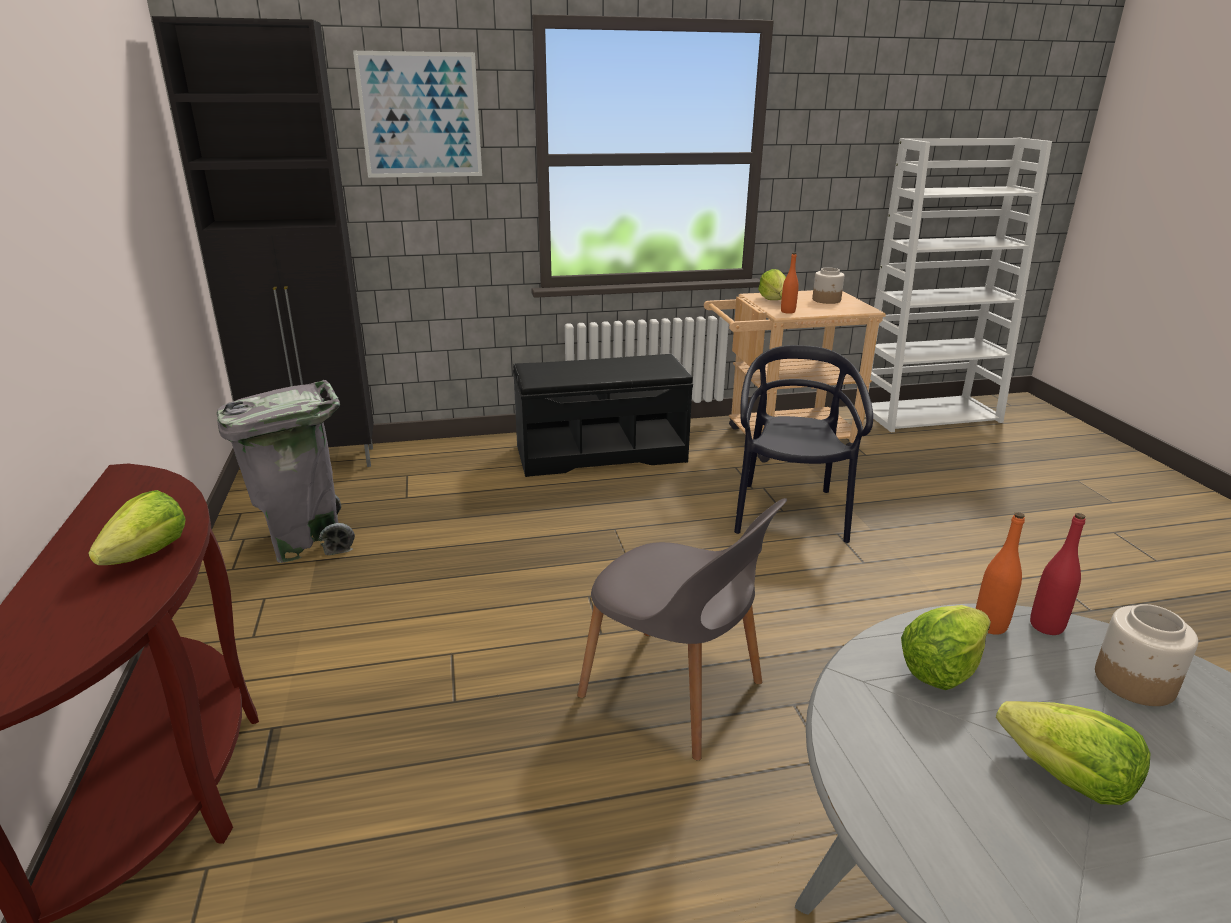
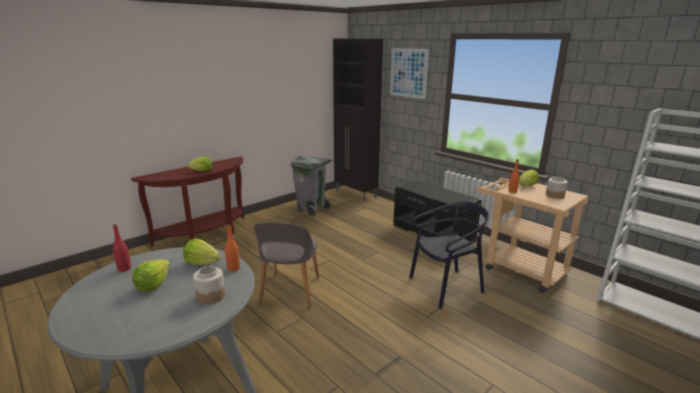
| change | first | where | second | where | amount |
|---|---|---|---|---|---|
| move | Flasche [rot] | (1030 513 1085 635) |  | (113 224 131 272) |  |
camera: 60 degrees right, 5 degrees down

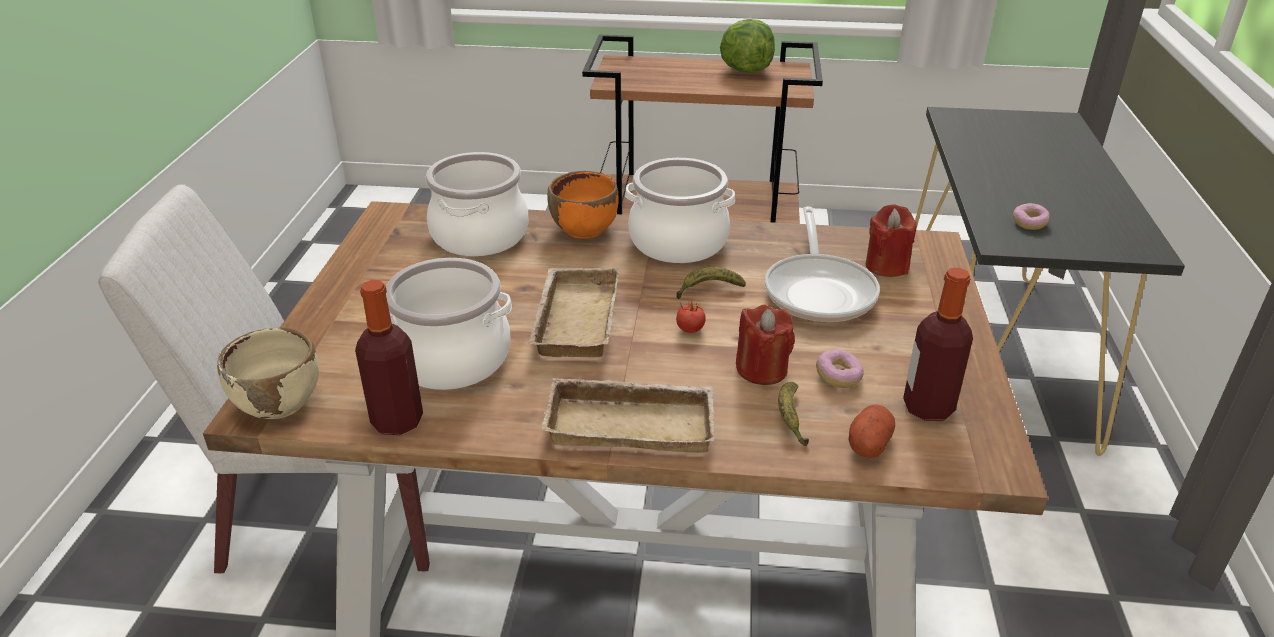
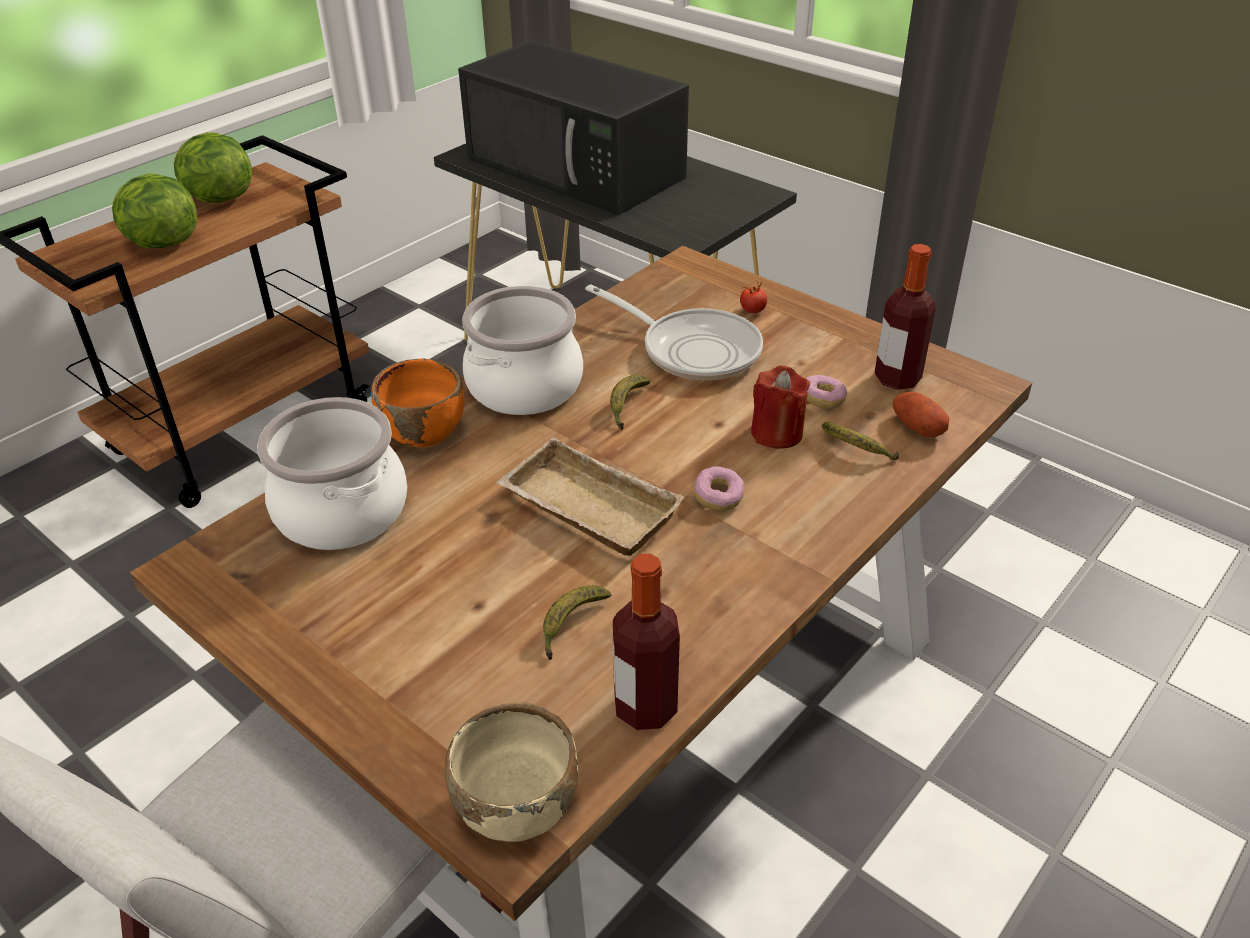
| change | first | where | second | where | amount |
|---|---|---|---|---|---|
| move | Donut | (1013 203 1050 230) |  | (694 466 744 511) |  |
| delete | Kerze [rot] | (866 204 917 277) |  |  |  |
| replace | Kochtopf | (386 258 512 390) | Banane | (543 586 611 660) |  |
| move | Tomate | (676 301 706 333) |  | (740 281 767 313) |  |
| delete | Tablett [beige] | (542 377 714 453) |  |  |  |
| insert |  |  | Mikrowelle [schwarz] | (458 40 689 215) |  |
| insert |  |  | Salatkopf | (112 173 197 248) |  |
camera: 55 degrees left, 5 degrees up

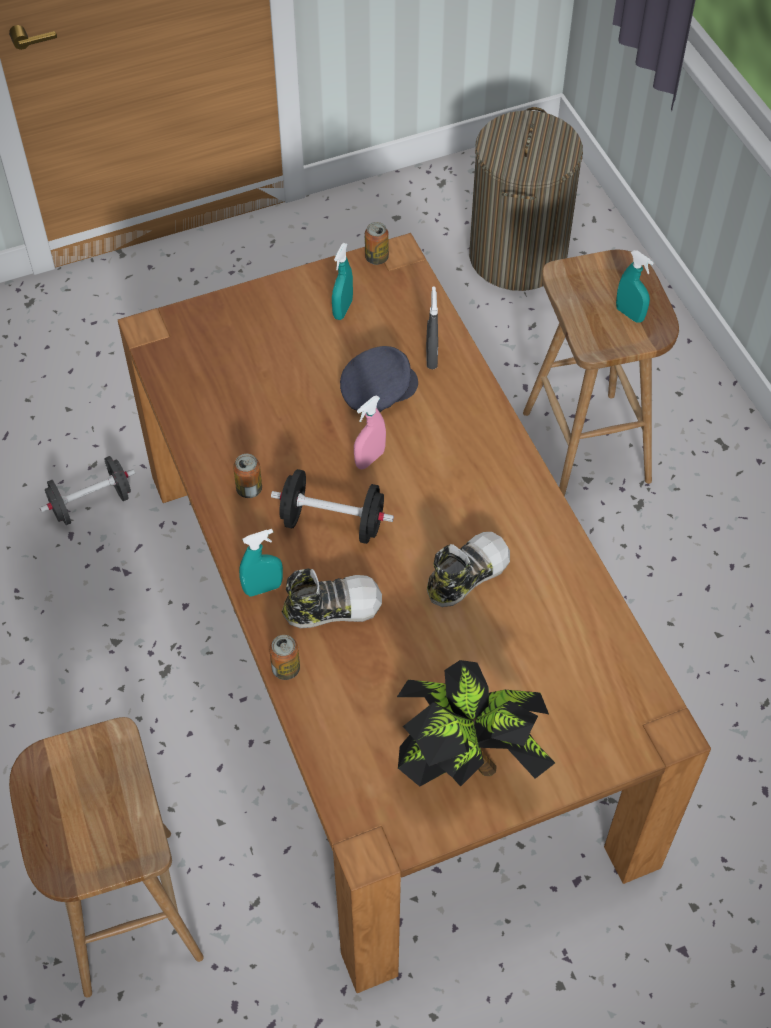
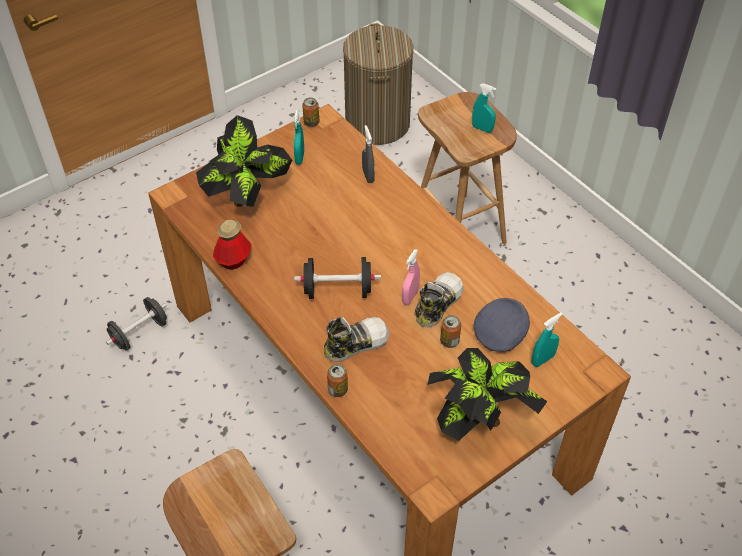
| change | first | where | second | where | amount |
|---|---|---|---|---|---|
| move | Kappe [grau] | (340 346 418 412) |  | (474 298 530 352) |  |
| move | Sprühflasche [rosa] | (354 395 386 469) |  | (402 249 420 305) |  |
| move | Dose | (233 454 262 498) |  | (440 315 461 348) |  |
| move | Sprühflasche [türkis] | (239 529 283 597) |  | (532 312 563 367) |  |
| insert |  |  | Topfpflanze | (196 115 292 207) |  |
| insert |  |  | Flasche | (213 219 252 270) |  |
camera: 15 degrees left, 5 degrees down

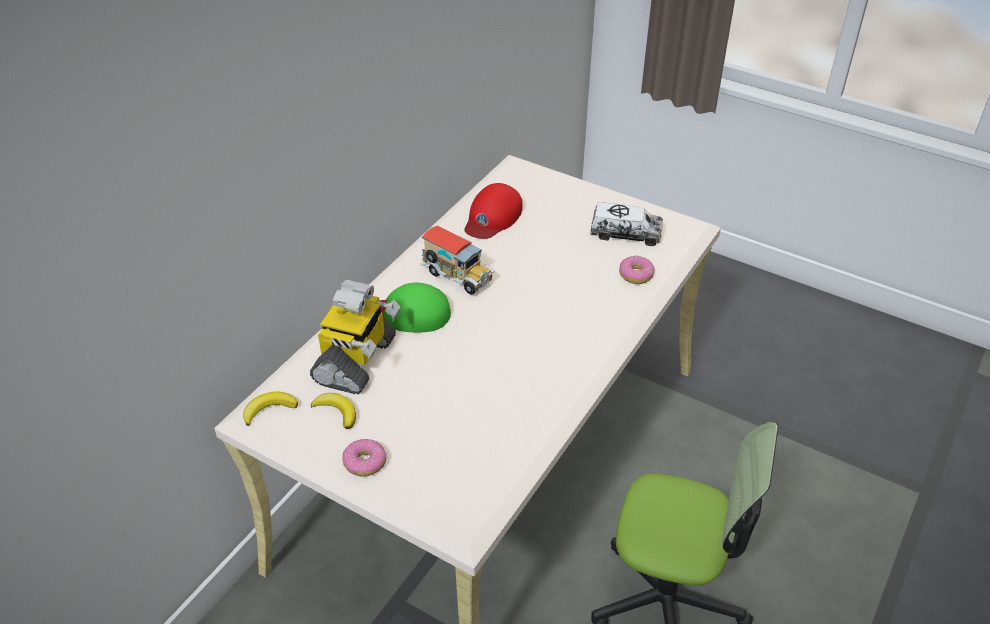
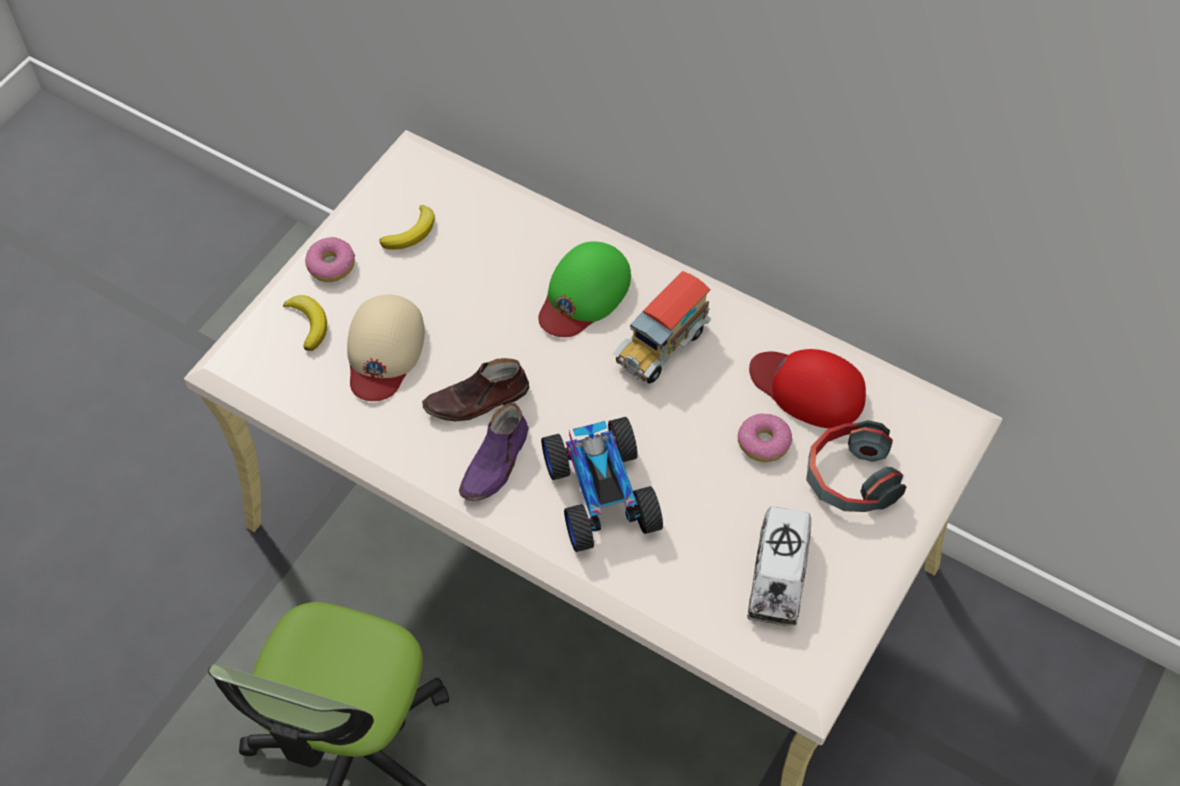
| change | first | where | second | where | amount |
|---|---|---|---|---|---|
| move | Donut | (619 255 655 284) |  | (738 413 793 462) |  |
| delete | Spielzeugroboter | (310 280 400 395) |  |  |  |
| rotate | Kappe [grün] | (379 283 451 333) |  | (538 242 631 337) | 150 degrees counterclockwise |
| move | Banane | (243 392 298 426) |  | (283 295 327 351) |  |
| insert |  |  | Kappe [beige] | (347 295 425 401) |  |
| insert |  |  | Schuh [braun] | (422 358 529 421) |  |
| insert |  |  | Schuh [lila] | (459 402 529 502) |  |
| insert |  |  | Spielzeugauto | (541 417 663 552) |  |
| insert |  |  | Kopfhörer | (806 420 906 512) |  |
camera: 90 degrees right, 15 degrees up

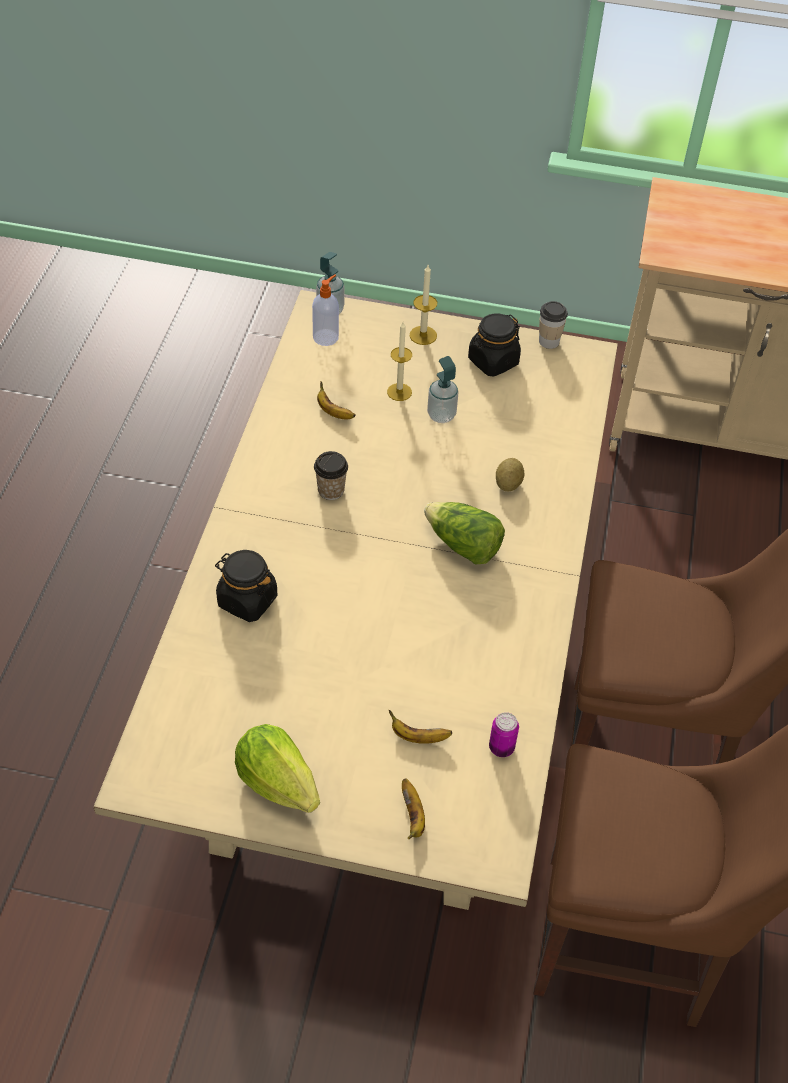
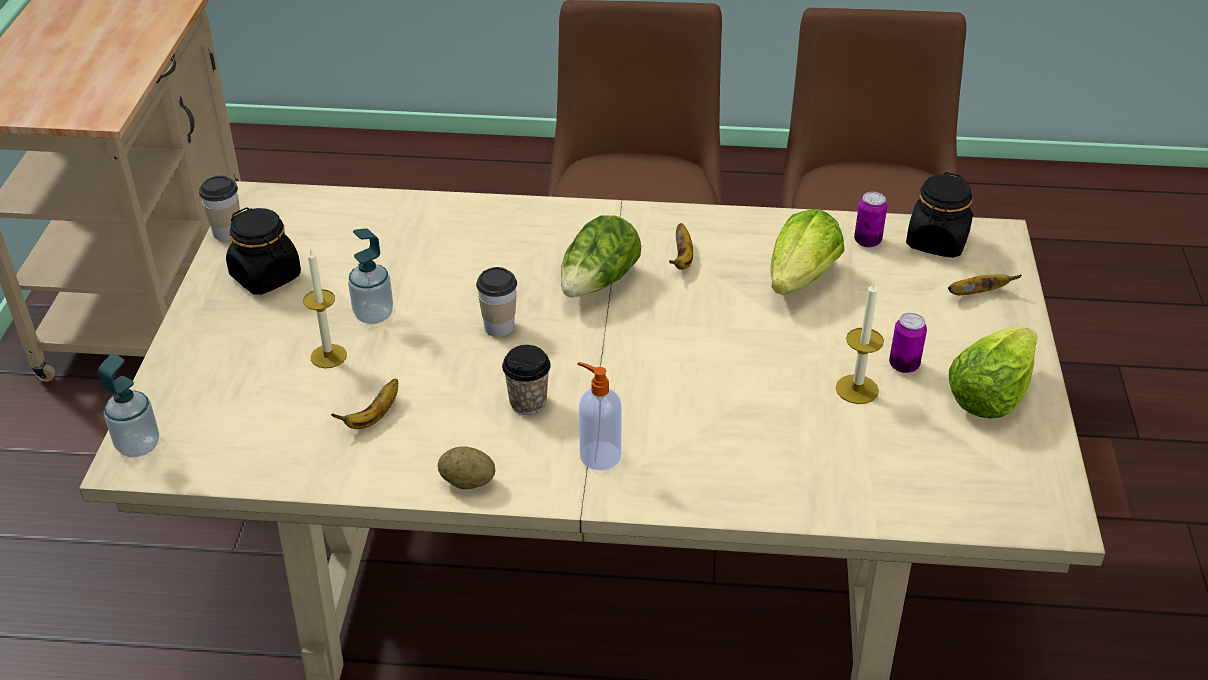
| change | first | where | second | where | amount |
|---|---|---|---|---|---|
| move | Kerze | (410 265 437 345) |  | (836 280 884 404) |  |
| move | Seifenspender | (312 275 339 346) |  | (577 362 622 470) |  |
| move | Kartoffel | (496 458 524 491) |  | (438 446 496 490) |  |
| move | Vorratsglas [schwarz] | (215 550 277 622) |  | (906 172 973 258) |  |
| move | Banane | (389 710 452 744) |  | (669 223 693 270) |  |
| insert |  |  | Salatkopf | (770 209 845 295) |  |
| insert |  |  | Tasse | (476 267 517 337) |  |
| insert |  |  | Dose | (889 313 927 373) |  |
camera: 95 degrees left, 10 degrees down

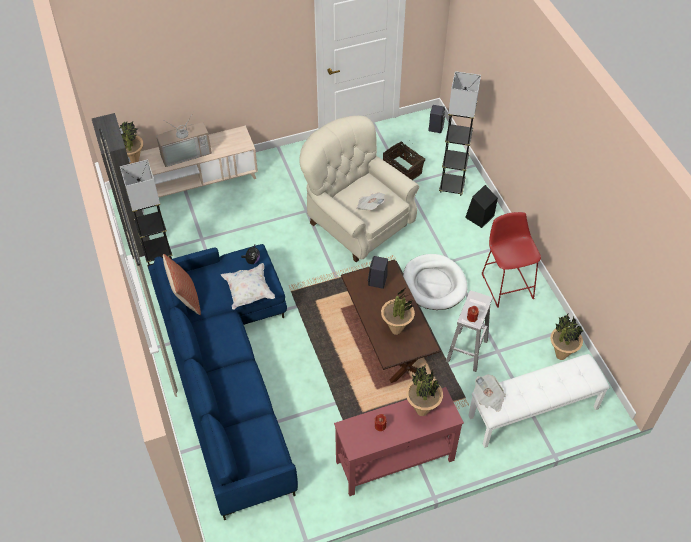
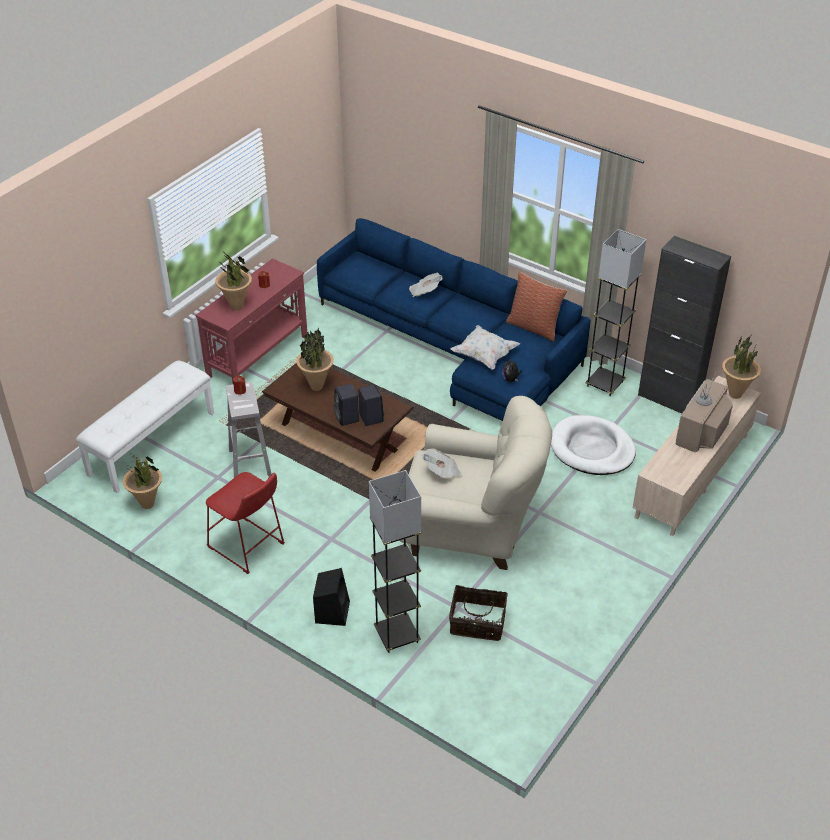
| change | first | where | second | where | amount |
|---|---|---|---|---|---|
| move | Lautsprecher [schwarz] | (428 105 445 133) |  | (334 384 359 426) |  |
| move | Hundebett [weiß] | (403 254 468 310) |  | (551 415 636 475) |  |
| move | Zeitung | (474 374 506 412) |  | (409 273 442 297) |  |
camera: 145 degrees right, 10 degrees down

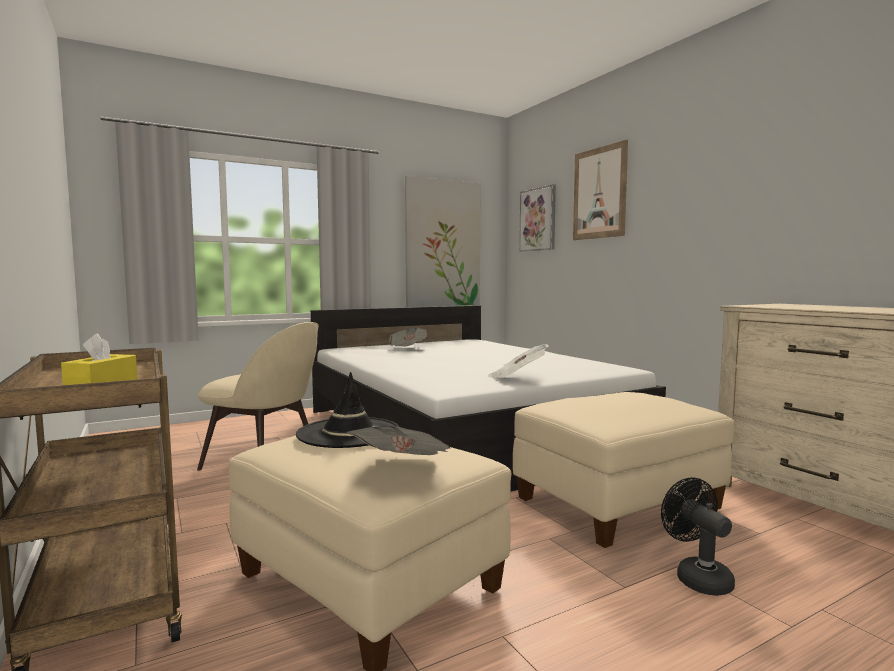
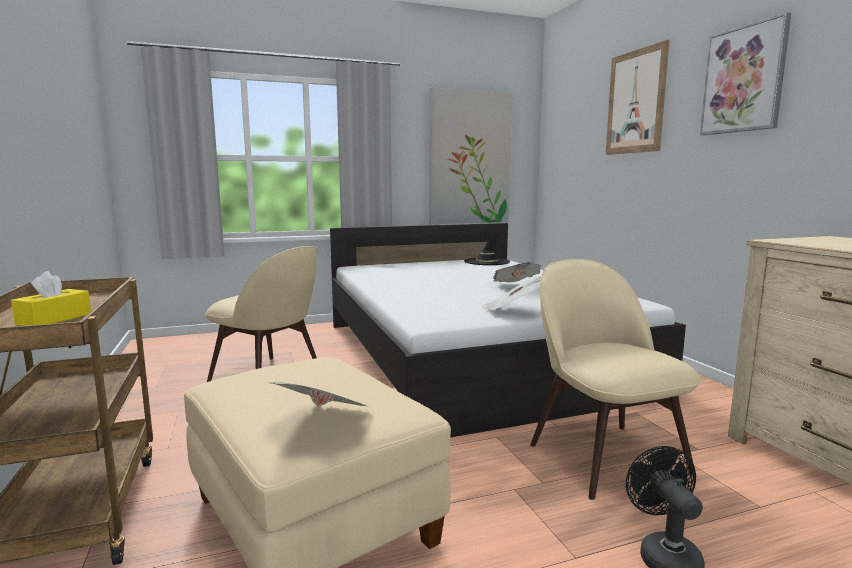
| change | first | where | second | where | amount |
|---|---|---|---|---|---|
| move | Bild | (519 184 556 252) |  | (700 12 791 135) |  |
| move | Zeitung | (389 327 427 347) |  | (493 262 541 282) |  |
| move | Hut [schwarz] | (296 372 399 448) |  | (464 235 510 265) |  |
| replace | Polsterhocker [beige] | (513 392 735 548) | Stuhl [beige] | (530 259 701 500) |  |
camera: 10 degrees right, 5 degrees up

